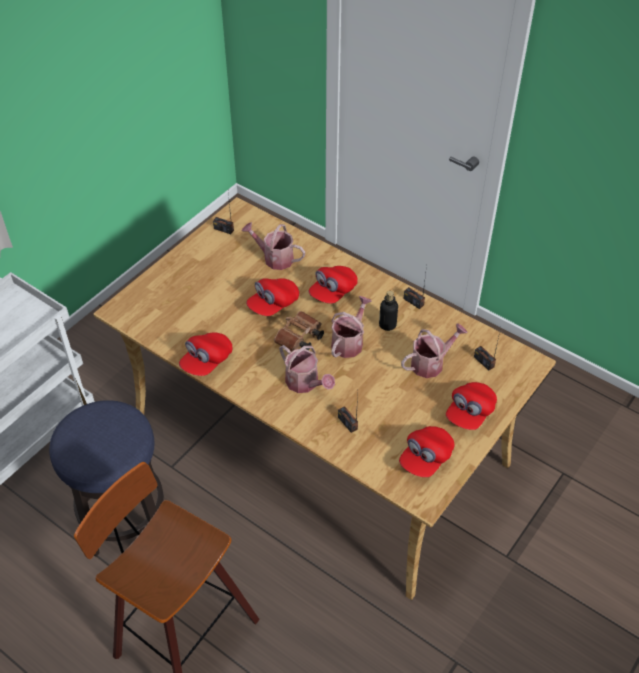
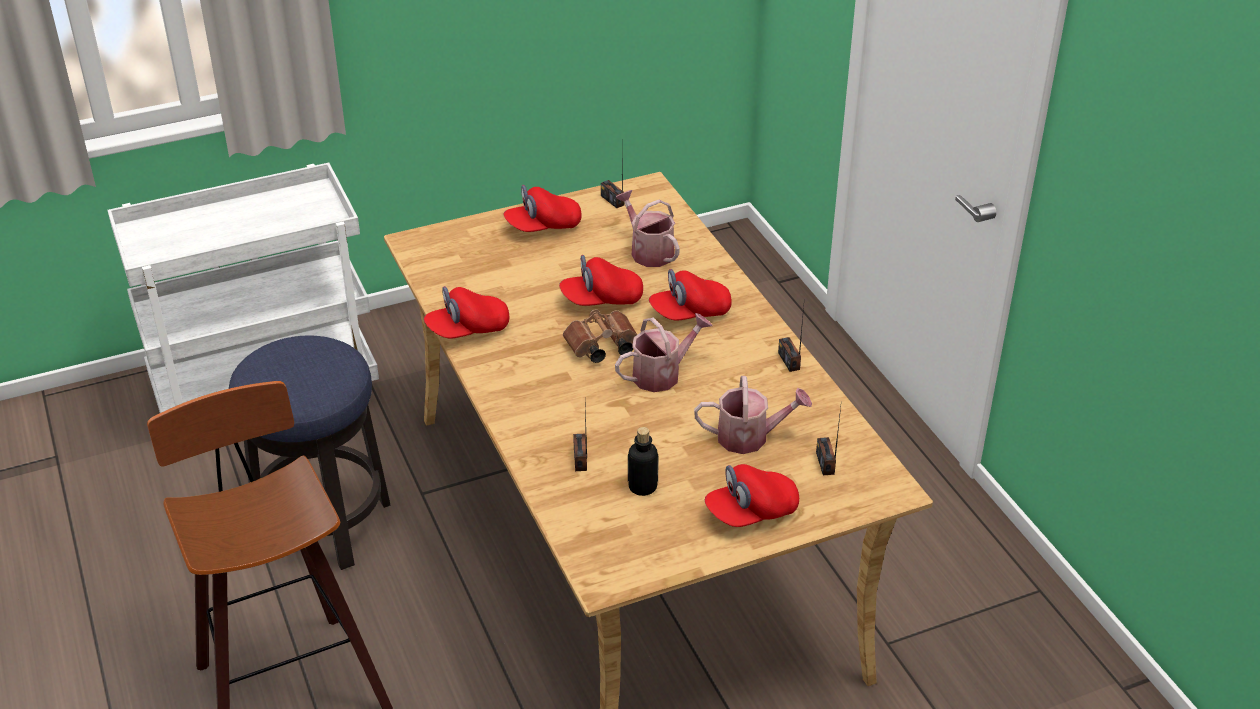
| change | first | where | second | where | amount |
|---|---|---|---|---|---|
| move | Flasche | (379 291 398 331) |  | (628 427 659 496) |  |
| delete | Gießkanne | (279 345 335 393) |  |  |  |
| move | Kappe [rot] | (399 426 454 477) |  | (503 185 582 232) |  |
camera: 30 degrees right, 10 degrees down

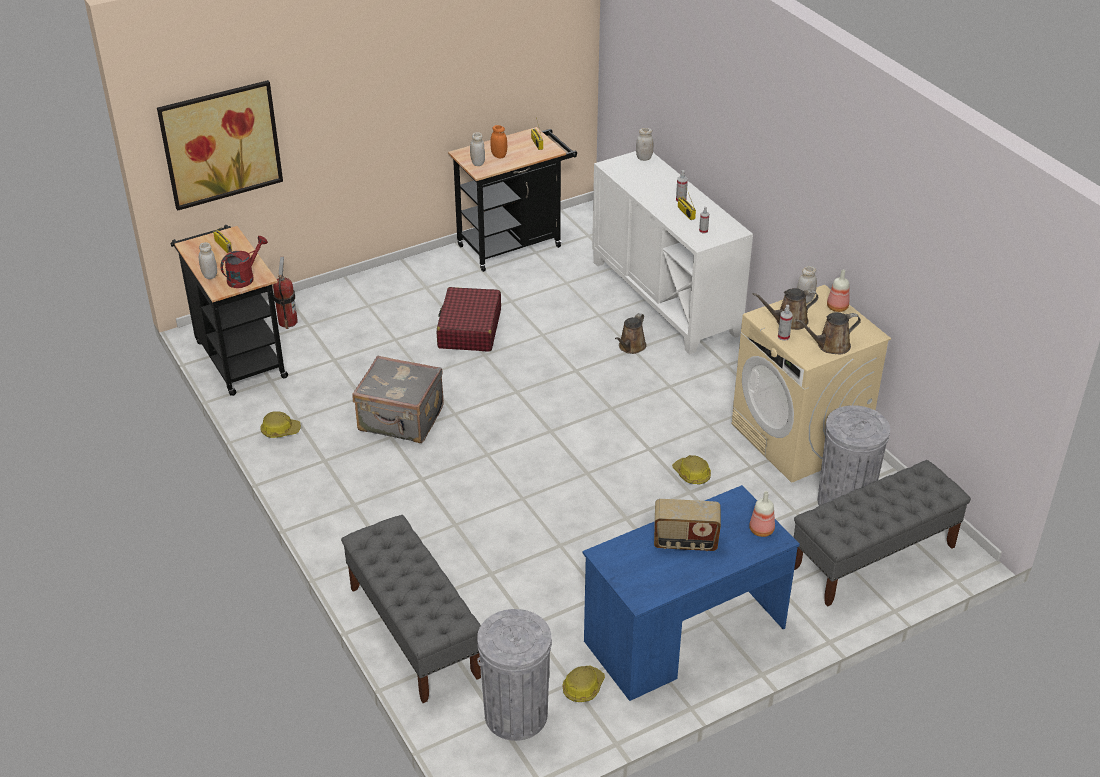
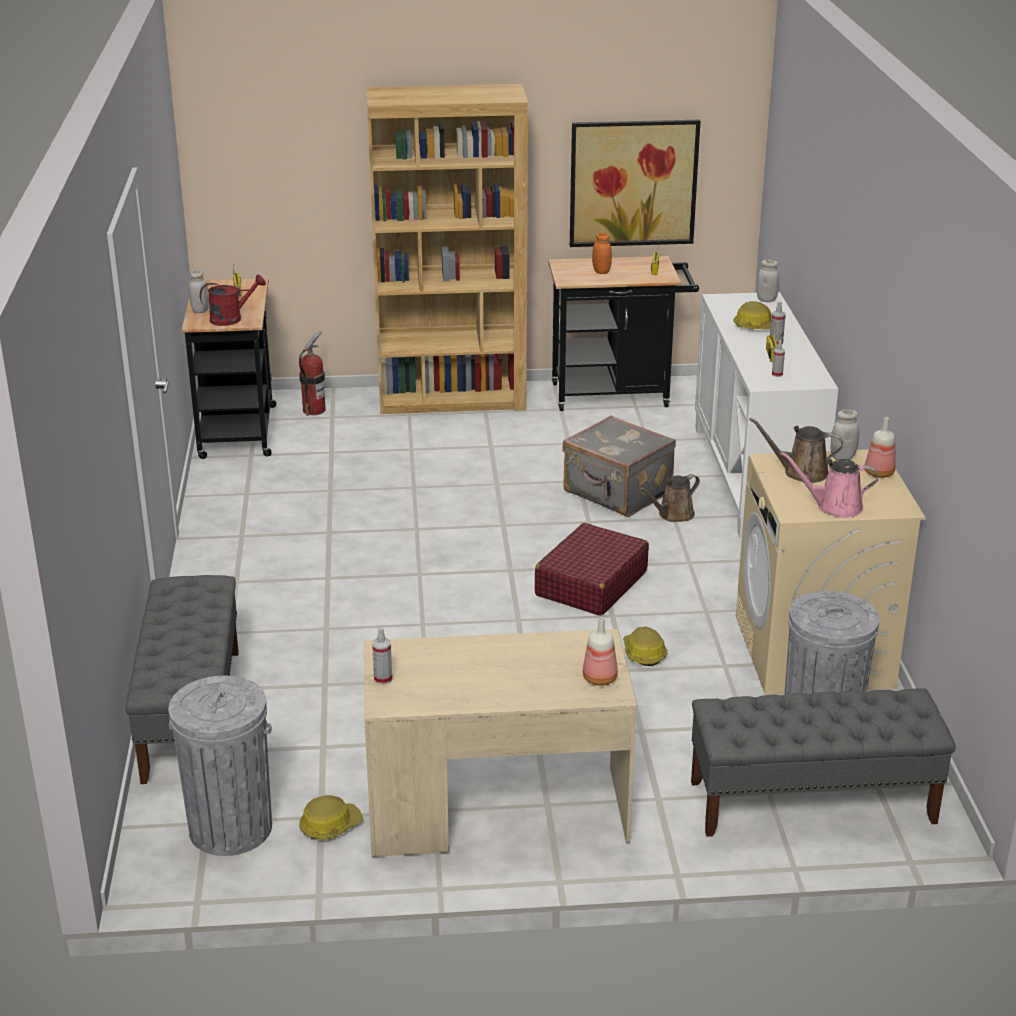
| change | first | where | second | where | amount |
|---|---|---|---|---|---|
| move | Bild | (157 80 283 211) |  | (570 120 700 247) |  |
| delete | Vorratsglas [weiß] | (470 132 485 166) |  |  |  |
| move | Koffer [rot] | (437 287 501 352) |  | (535 523 649 616) |  |
| move | Sprühflasche | (778 305 793 341) |  | (372 628 392 685) |  |
| recolor | Gießkanne [braun] | (796 312 861 355) | Gießkanne [rosa] | (780 452 878 518) |  |
| move | Koffer [grau] | (353 355 444 443) |  | (562 415 676 517) |  |
| move | Schutzhelm | (260 411 301 438) |  | (733 301 771 330) |  |
| recolor | Schreibtisch [blau] | (582 485 800 701) | Schreibtisch [beige] | (364 629 637 857) |  |
| delete | Radio | (654 499 721 551) |  |  |  |
| insert |  |  | Bücherregal [braun] | (367 84 528 414) |  |
camera: 25 degrees right, 10 degrees down

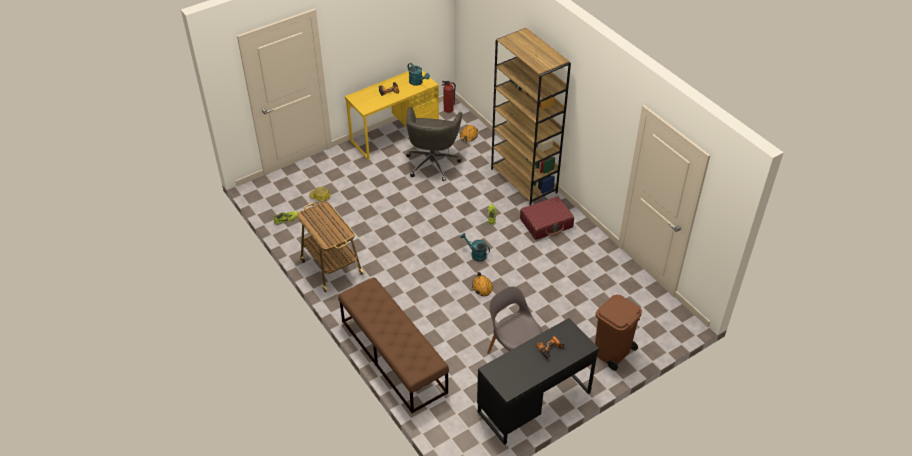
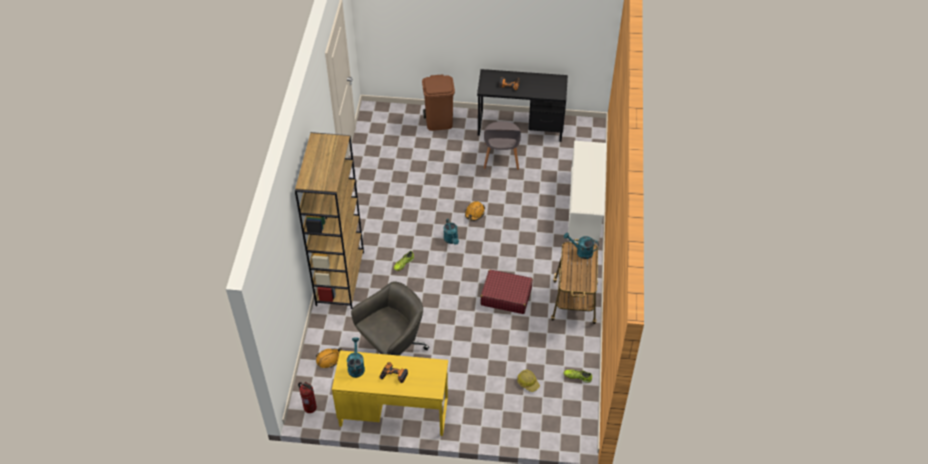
| change | first | where | second | where | amount |
|---|---|---|---|---|---|
| move | Koffer [rot] | (520 196 574 240) |  | (480 270 533 314) |  |
| replace | Bank [braun] | (338 277 449 413) | Schuhregal [weiß] | (567 141 606 241) |  |
| insert |  |  | Gießkanne [türkis] | (564 232 599 259) |  |
camera: 140 degrees left, 5 degrees up

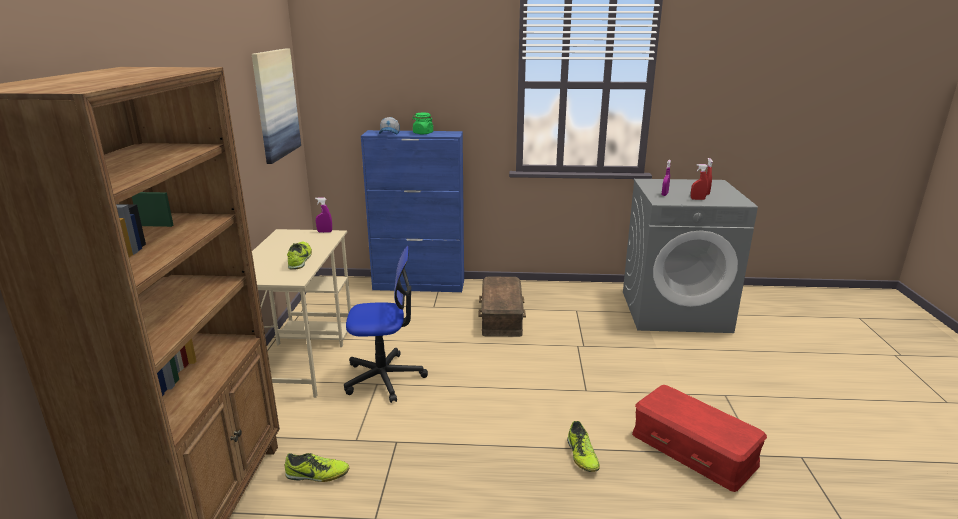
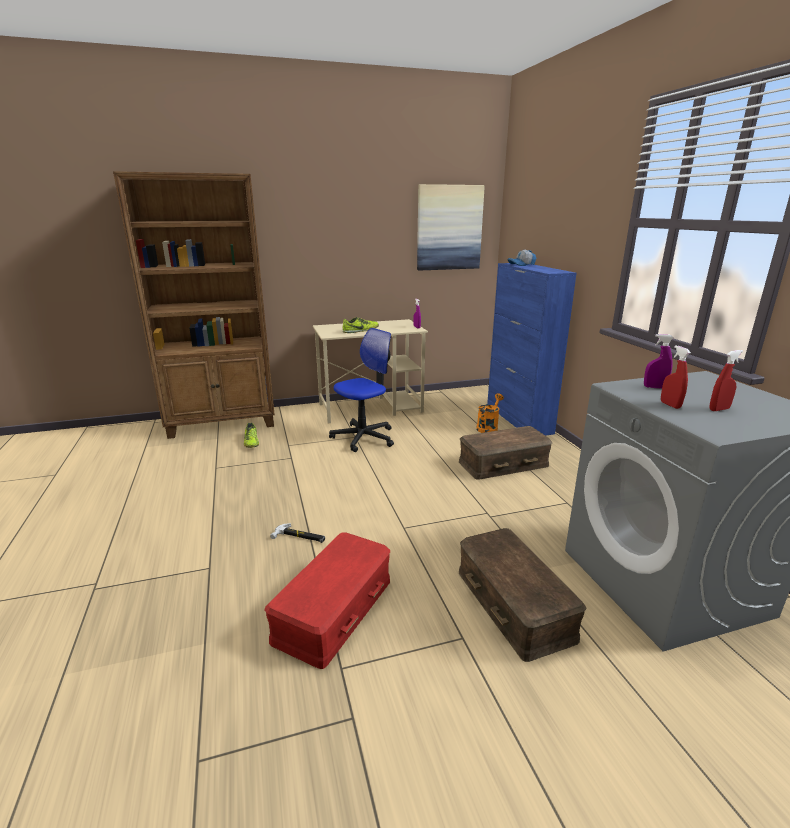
| change | first | where | second | where | amount |
|---|---|---|---|---|---|
| delete | Vorratsglas [grün] | (412 113 433 134) |  |  |  |
| rotate | Bürostuhl | (344 246 428 403) |  | (329 328 394 452) | 105 degrees counterclockwise |
| replace | Schuh | (567 421 600 472) | Hammer | (270 523 325 543) |  |
| insert |  |  | Gießkanne [orange] | (476 393 504 433) |  |
| insert |  |  | Aufbewahrungsbox [braun] | (459 528 587 662) |  |
camera: 70 degrees right, 0 degrees up

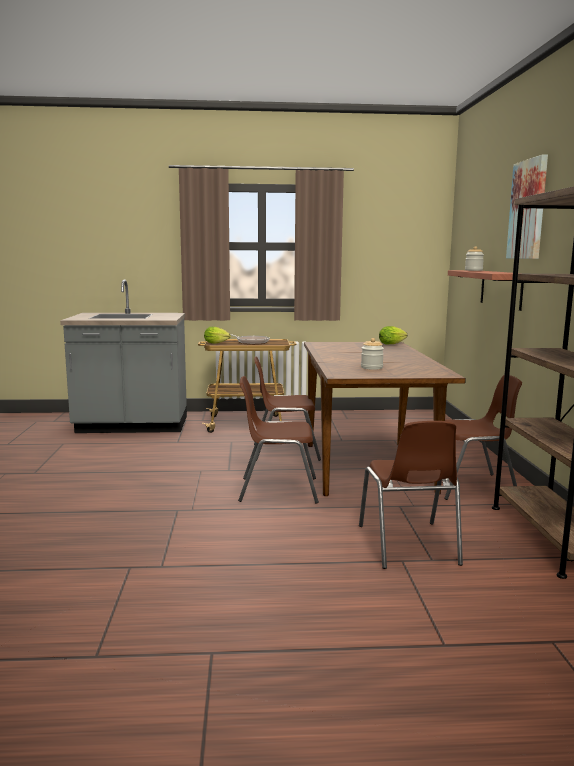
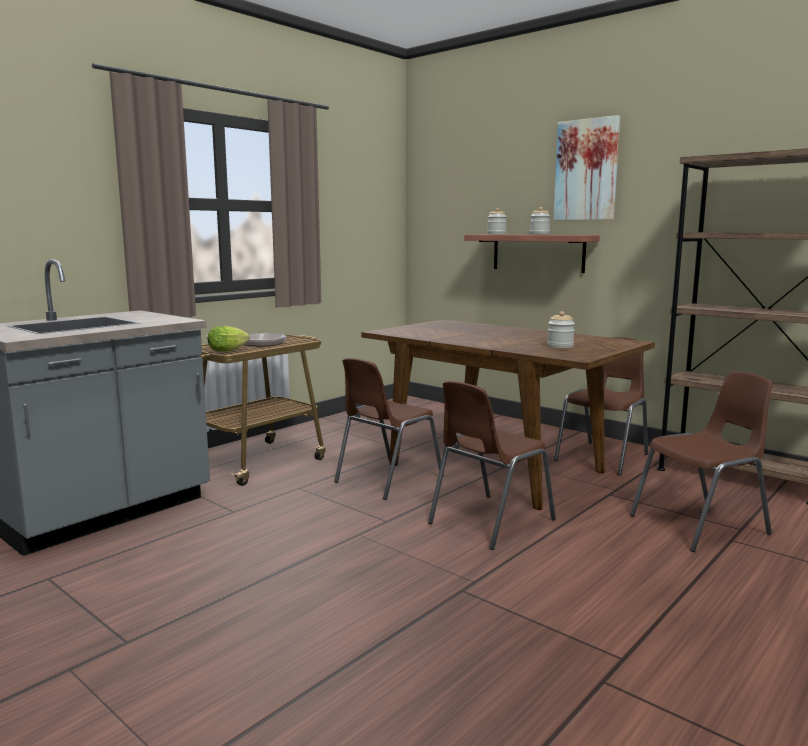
| change | first | where | second | where | amount |
|---|---|---|---|---|---|
| delete | Salatkopf | (379 326 407 345) |  |  |  |
| rotate | Stuhl [braun] | (359 421 463 569) |  | (630 371 773 552) | 60 degrees counterclockwise |
| insert |  |  | Vorratsglas | (530 207 551 235) |  |
camera: 45 degrees left, 0 degrees up

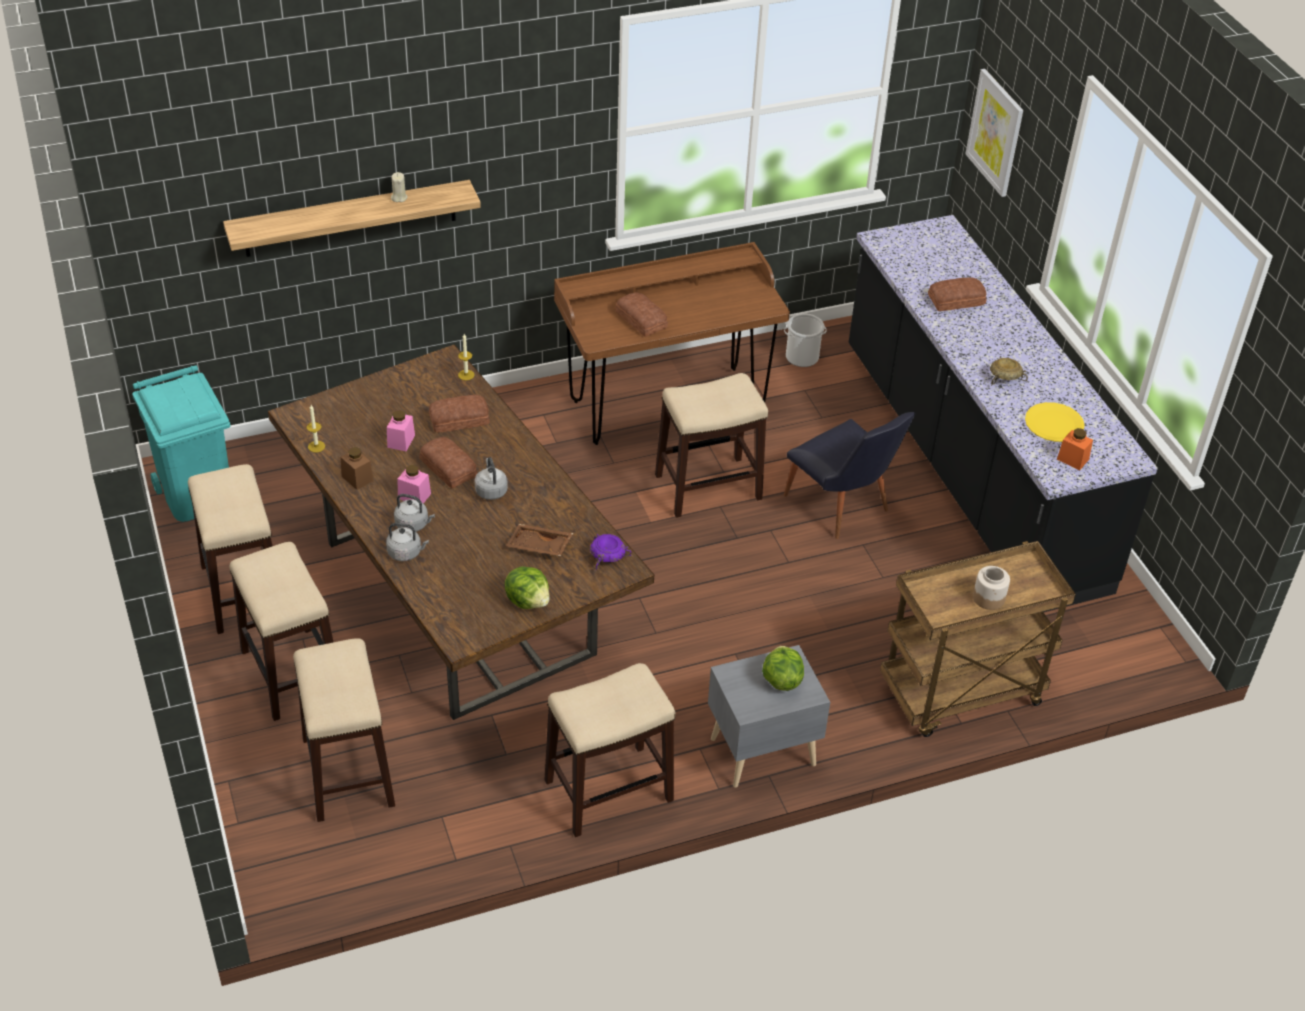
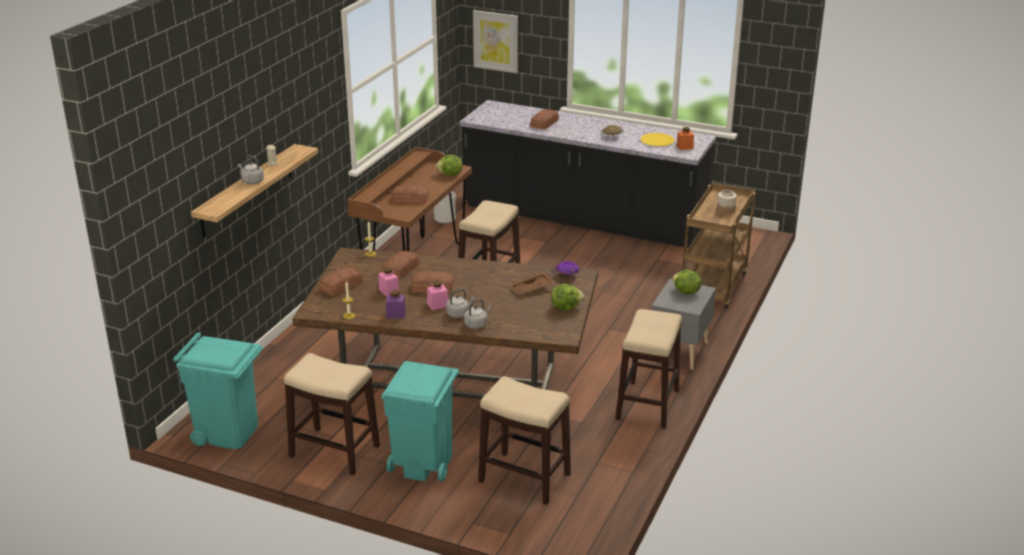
| change | first | where | second | where | amount |
|---|---|---|---|---|---|
| delete | Stuhl [schwarz] | (784 412 916 539) |  |  |  |
| recolor | Vorratsglas [braun] | (341 447 374 490) | Vorratsglas [lila] | (386 290 406 319) |  |
| move | Wasserkessel [grau] | (475 457 508 500) |  | (238 155 264 184) |  |
| replace | Hocker | (229 542 333 721) | Mülleimer [türkis] | (381 361 459 482) |  |
| insert |  |  | Salatkopf | (436 155 463 176) |  |
| insert |  |  | Brot | (319 267 363 296) |  |
camera: 45 degrees left, 15 degrees down

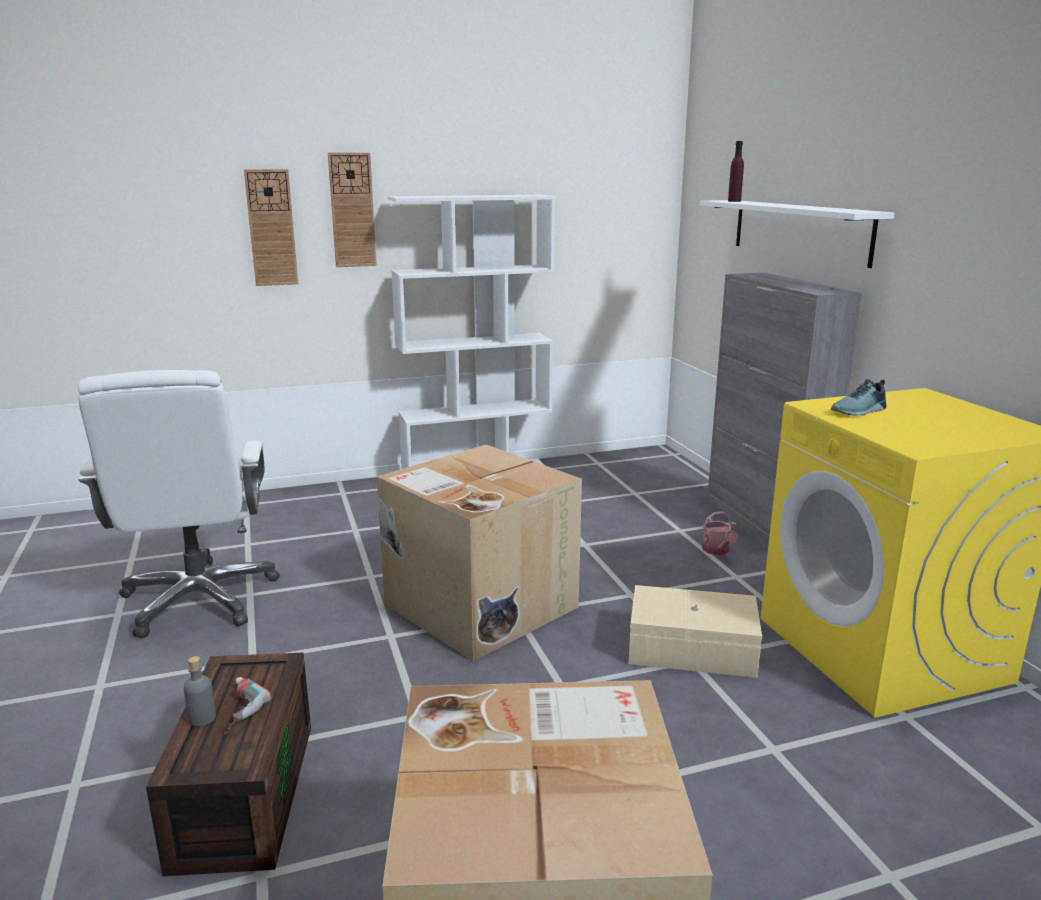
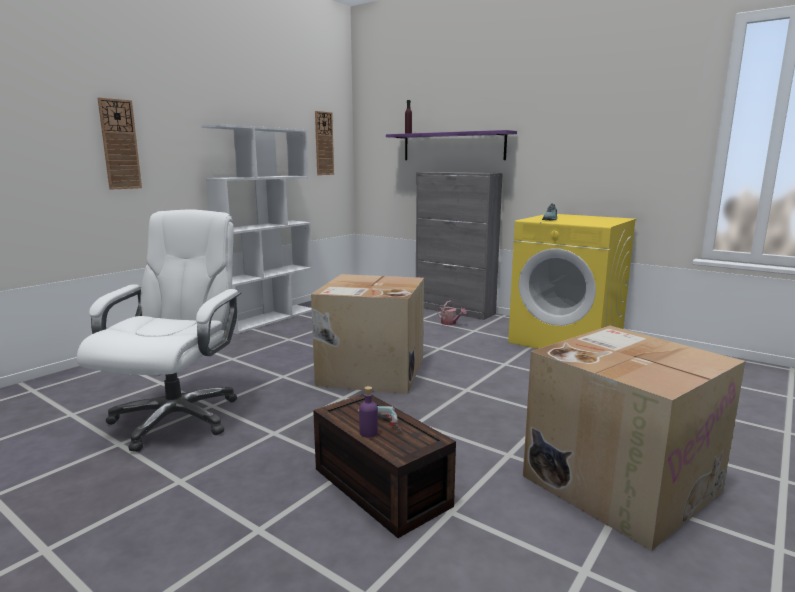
| change | first | where | second | where | amount |
|---|---|---|---|---|---|
| move | Wanduhr | (328 153 377 267) |  | (315 111 334 175) |  |
| recolor | Wandregal [weiß] | (700 200 894 268) | Wandregal [lila] | (386 130 517 160) |  |
| rotate | Bürostuhl [weiß] | (78 370 280 638) |  | (77 209 241 452) | 120 degrees counterclockwise |
| delete | Aufbewahrungsbox [beige] | (629 585 762 678) |  |  |  |
| recolor | Flasche [grau] | (184 656 216 727) | Flasche [lila] | (359 386 378 438) |  |
camera: 35 degrees left, 5 degrees down

